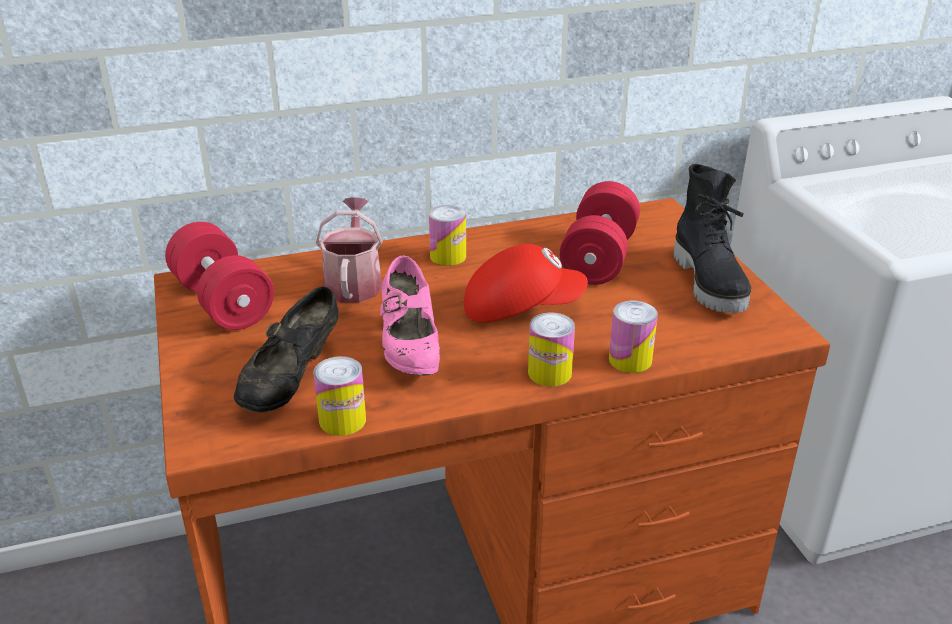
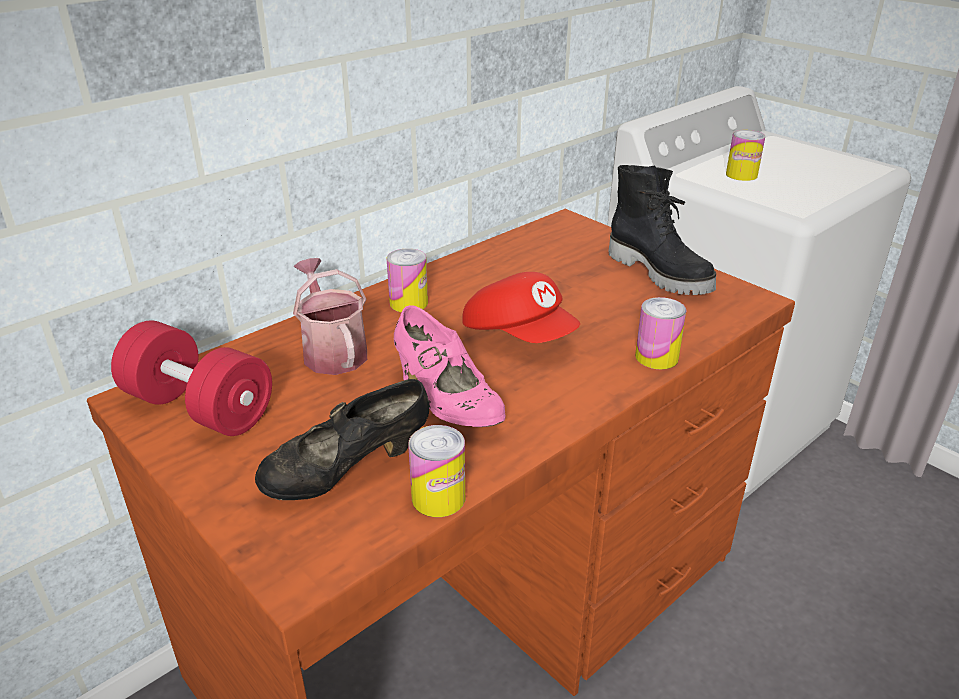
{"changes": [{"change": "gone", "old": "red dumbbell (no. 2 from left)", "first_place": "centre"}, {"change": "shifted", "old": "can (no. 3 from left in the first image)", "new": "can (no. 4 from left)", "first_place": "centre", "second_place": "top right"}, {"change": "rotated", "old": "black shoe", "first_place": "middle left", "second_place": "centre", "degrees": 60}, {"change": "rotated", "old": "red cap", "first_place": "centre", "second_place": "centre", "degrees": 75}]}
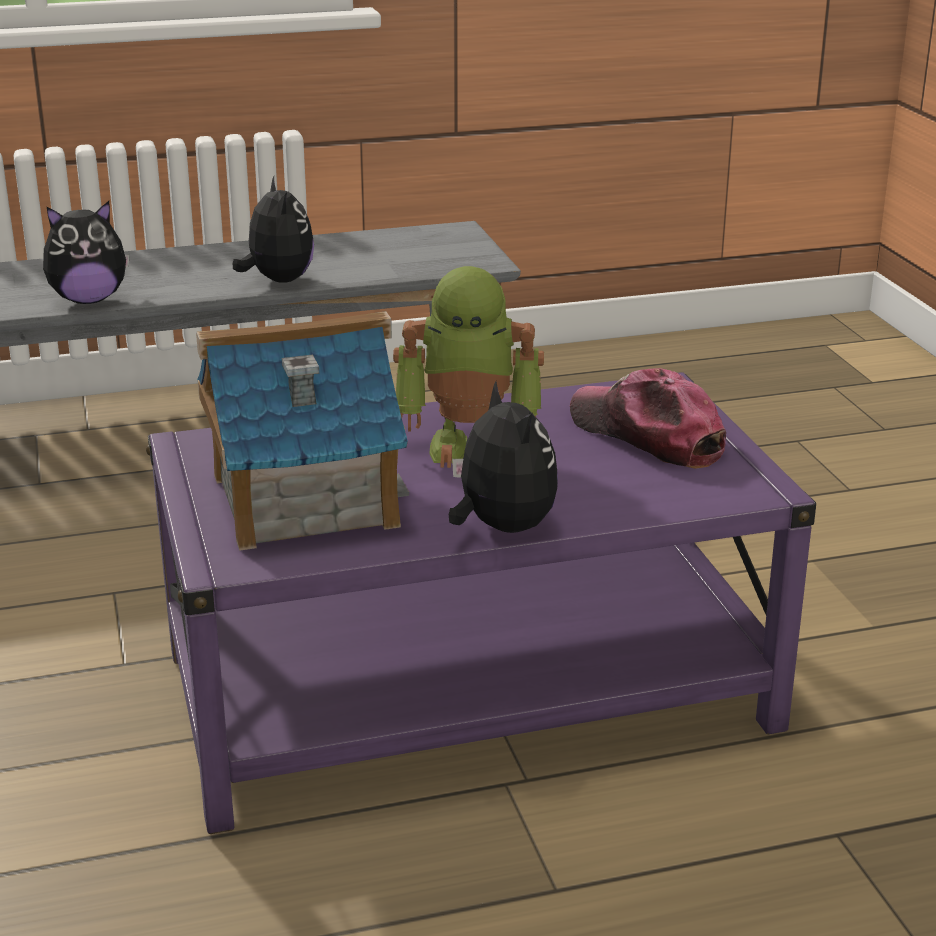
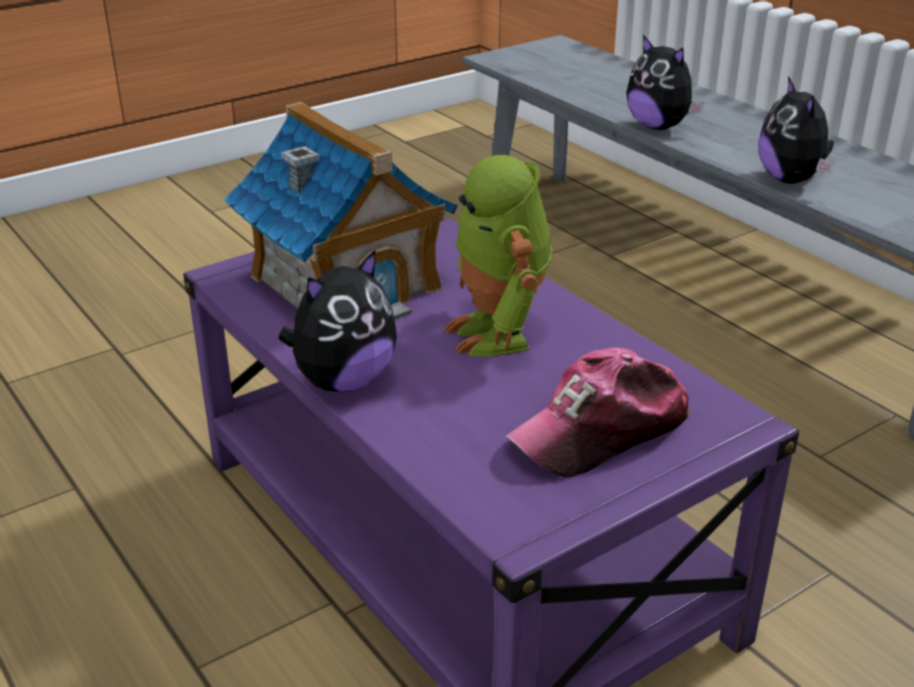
{"changes": [{"change": "rotated", "old": "plush toy (no. 2 from left in the first image)", "first_place": "top left", "second_place": "top right", "degrees": 120}, {"change": "rotated", "old": "cap", "first_place": "middle right", "second_place": "centre", "degrees": -150}]}
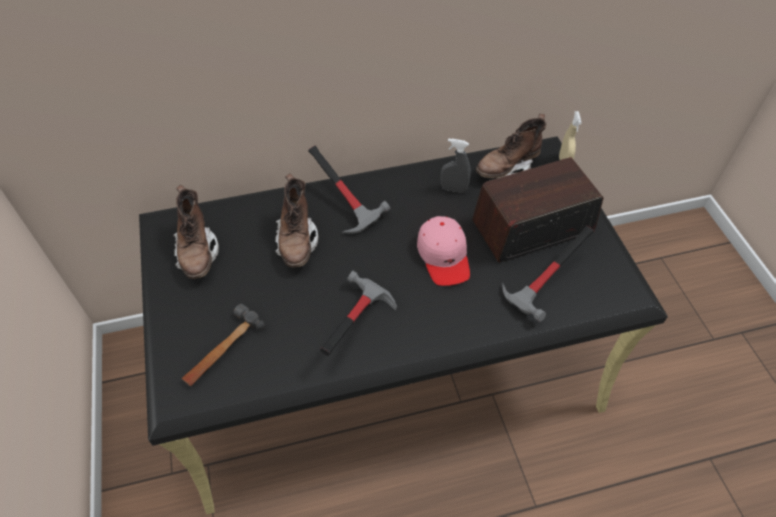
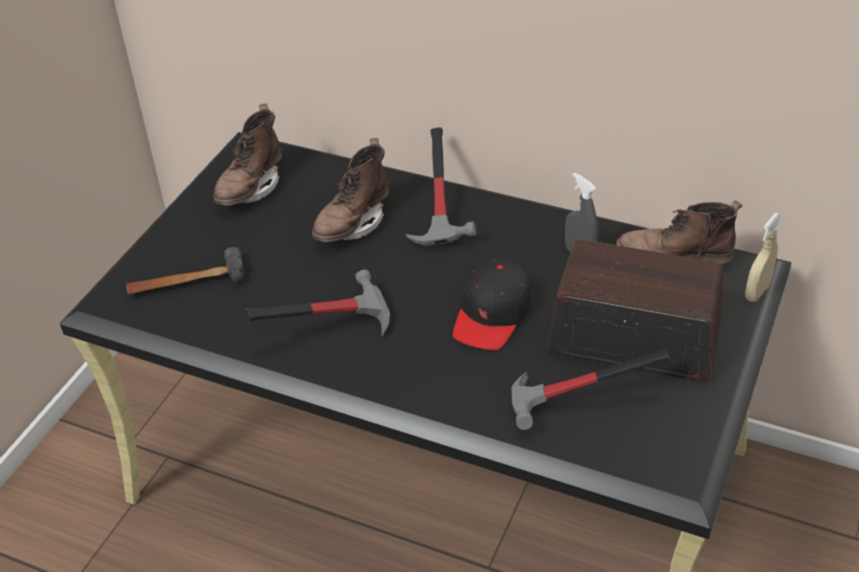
{"changes": [{"change": "repainted", "old": "pink cap", "new": "black cap", "first_place": "centre", "second_place": "centre"}]}
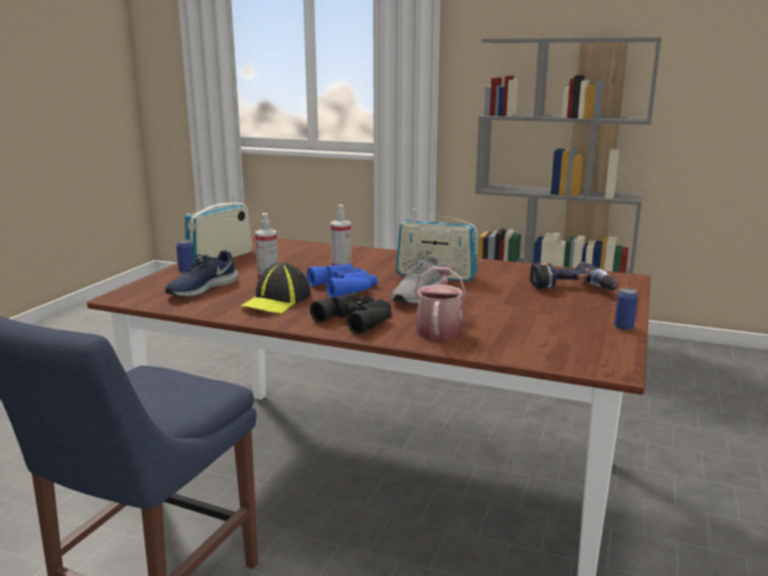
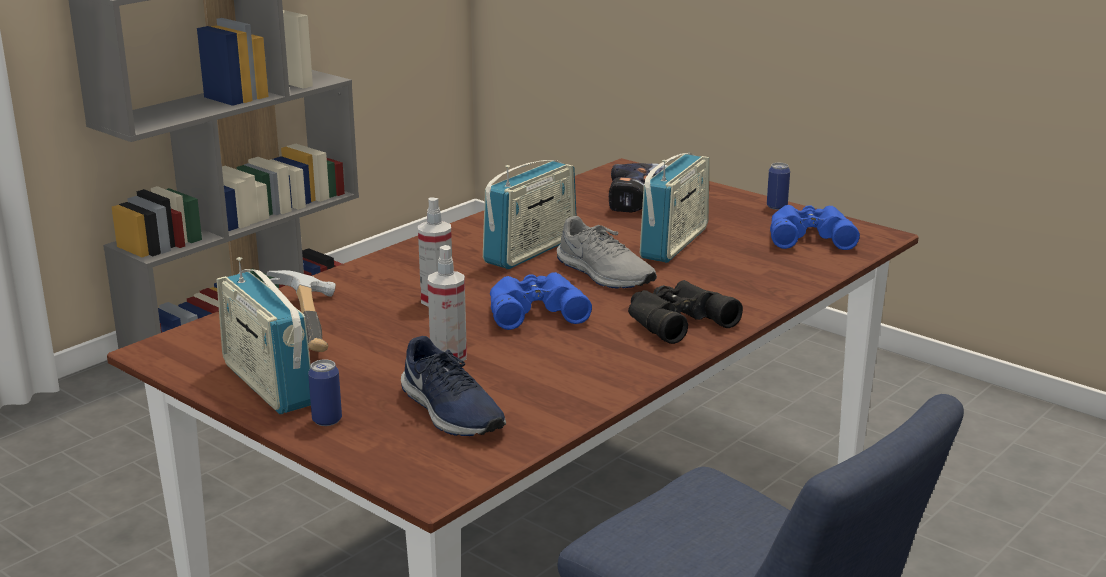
{"changes": [{"change": "gone", "old": "cap", "first_place": "centre"}, {"change": "gone", "old": "watering can", "first_place": "centre"}, {"change": "new", "new": "hammer", "second_place": "middle left"}, {"change": "new", "new": "radio (no. 3 from left)", "second_place": "centre"}, {"change": "new", "new": "blue binoculars (no. 2 from left)", "second_place": "middle right"}]}
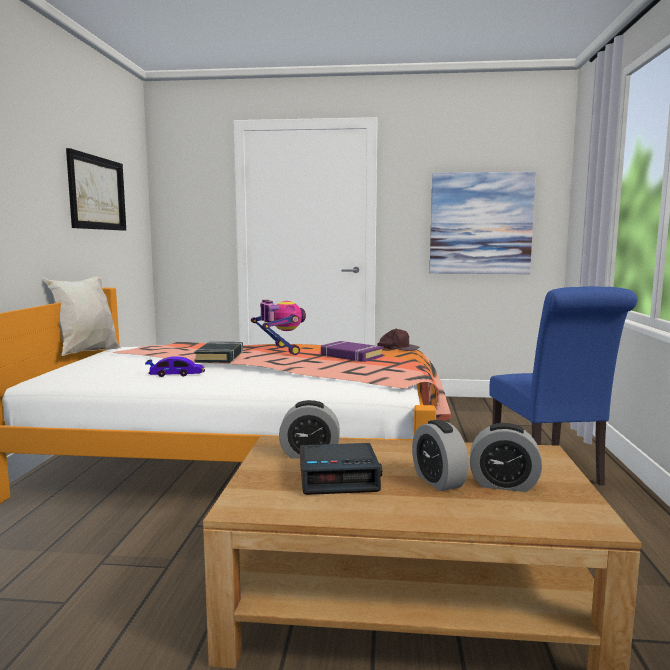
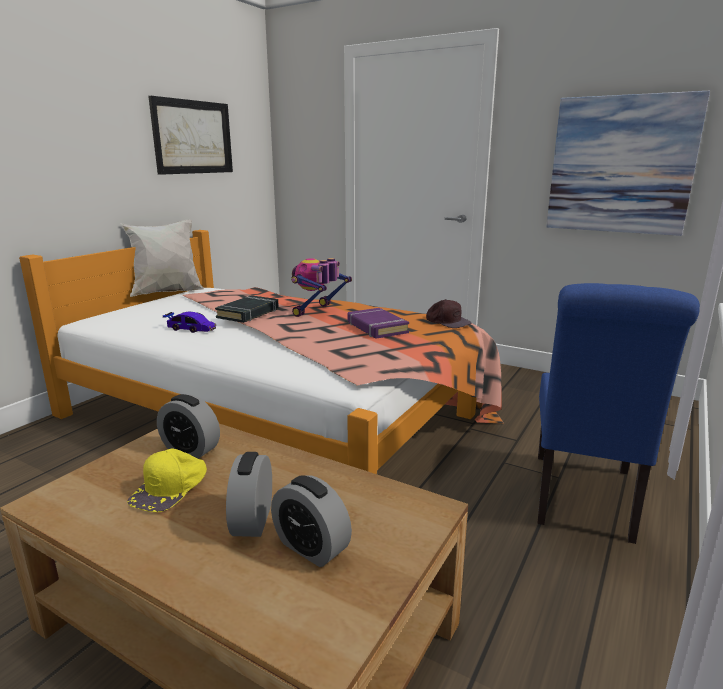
{"changes": [{"change": "swapped", "old": "alarm clock (no. 2 from left)", "new": "yellow cap", "first_place": "bottom centre", "second_place": "bottom left"}, {"change": "rotated", "old": "toy robot", "first_place": "centre", "second_place": "centre", "degrees": -150}]}
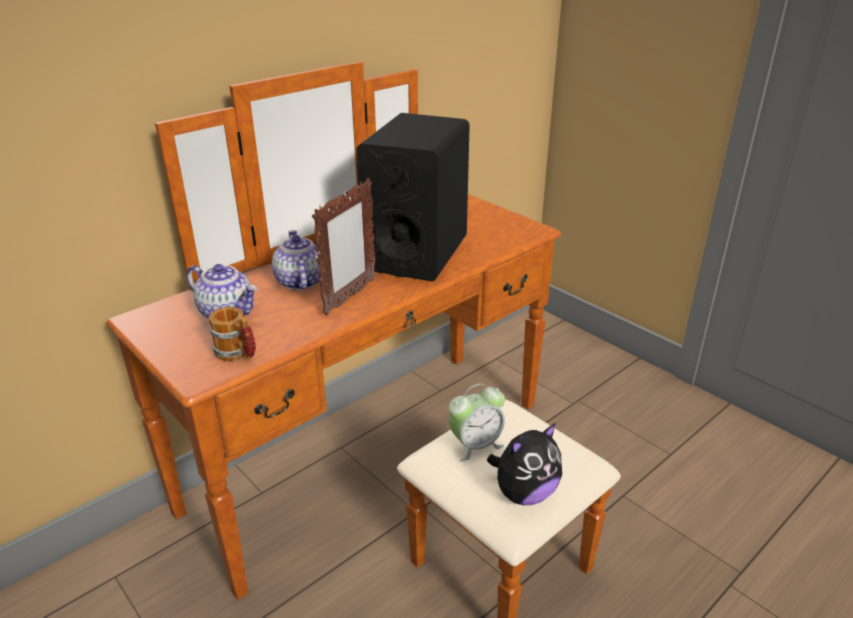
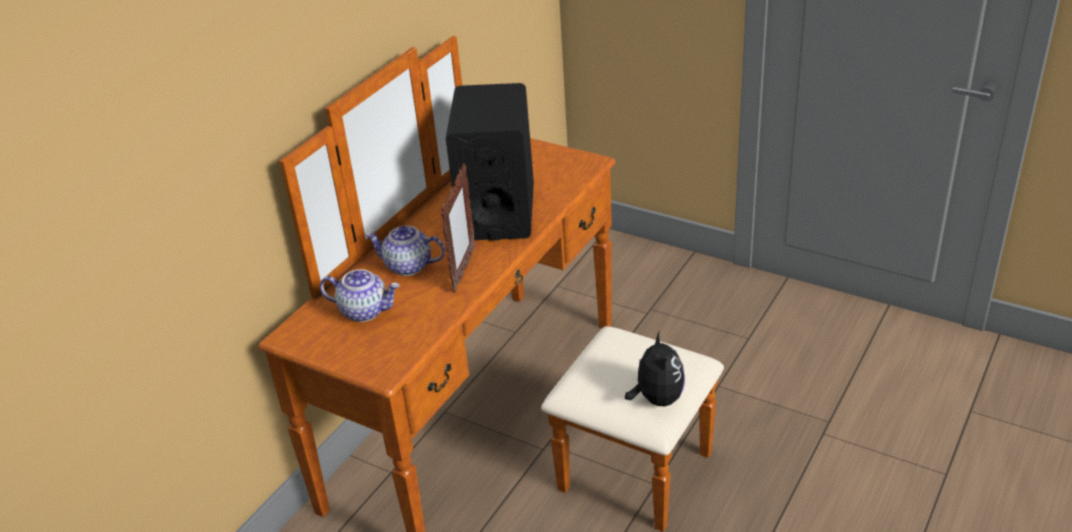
{"changes": [{"change": "gone", "old": "mug", "first_place": "middle left"}, {"change": "gone", "old": "alarm clock", "first_place": "bottom centre"}, {"change": "rotated", "old": "teapot (no. 2 from left)", "first_place": "centre", "second_place": "centre", "degrees": -45}, {"change": "rotated", "old": "plush toy", "first_place": "bottom centre", "second_place": "bottom centre", "degrees": -45}]}
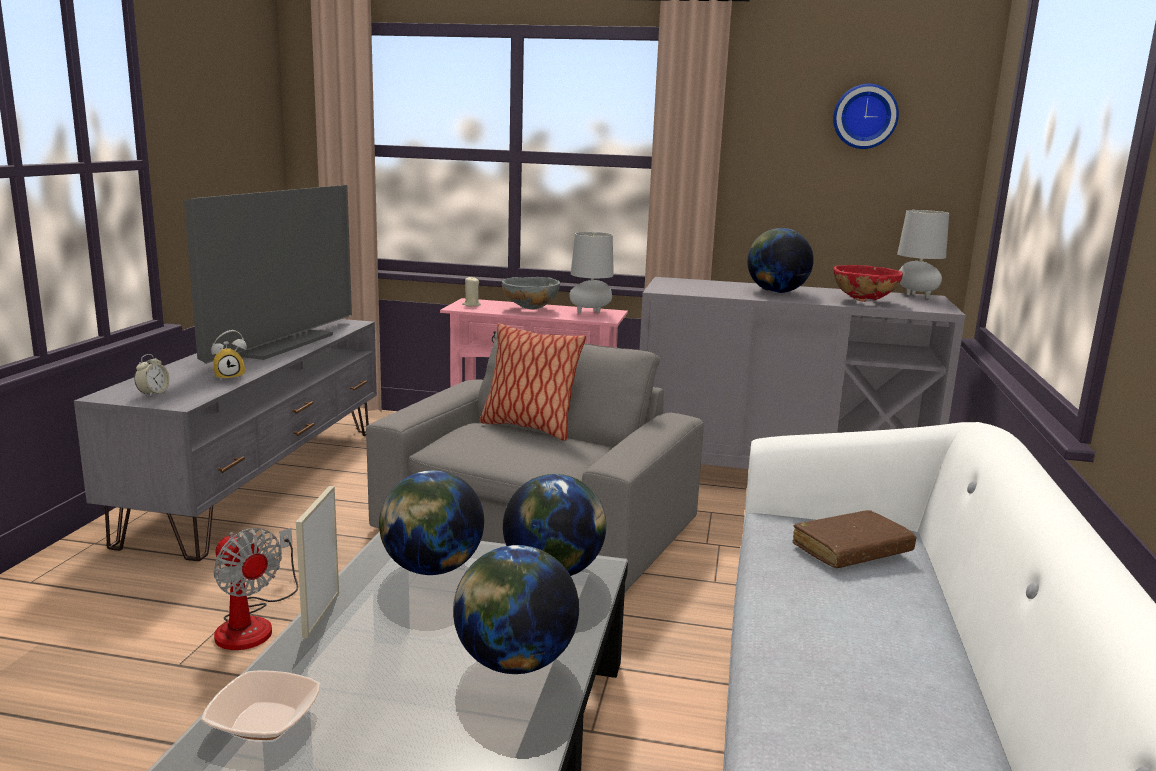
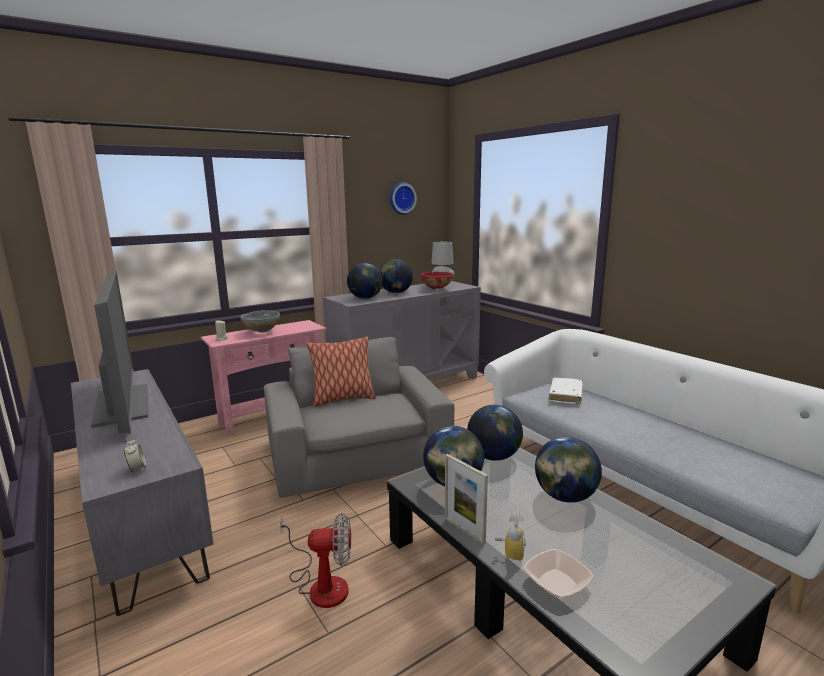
{"changes": [{"change": "gone", "old": "grey table lamp (no. 1 from left)", "first_place": "centre"}, {"change": "new", "new": "globe (no. 1 from left)", "second_place": "centre"}, {"change": "shifted", "old": "alarm clock (no. 2 from left)", "first_place": "middle left", "second_place": "bottom centre"}, {"change": "repainted", "old": "brown book", "new": "white book", "first_place": "bottom right", "second_place": "middle right"}]}
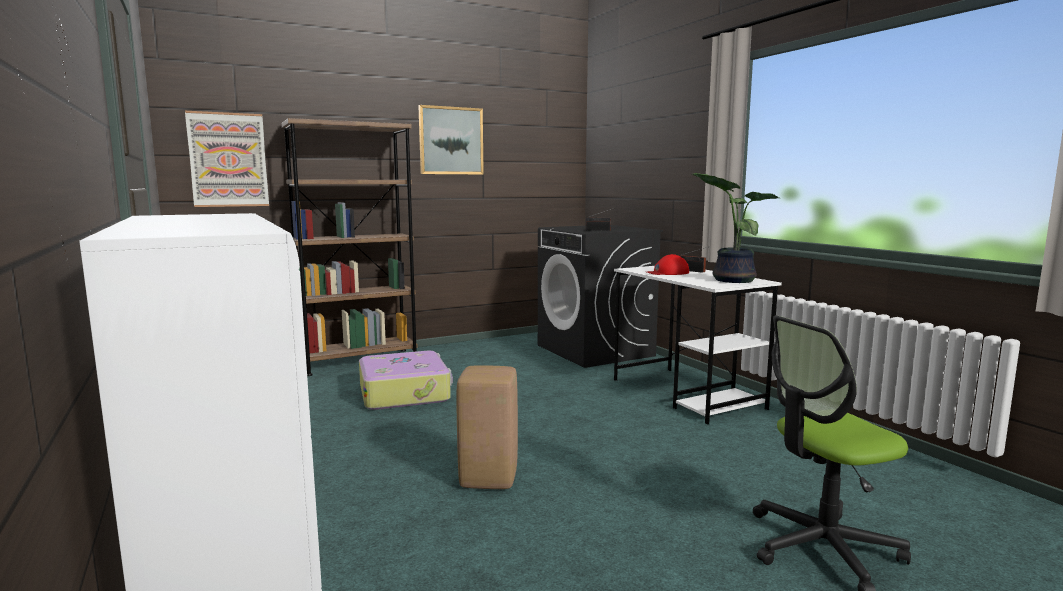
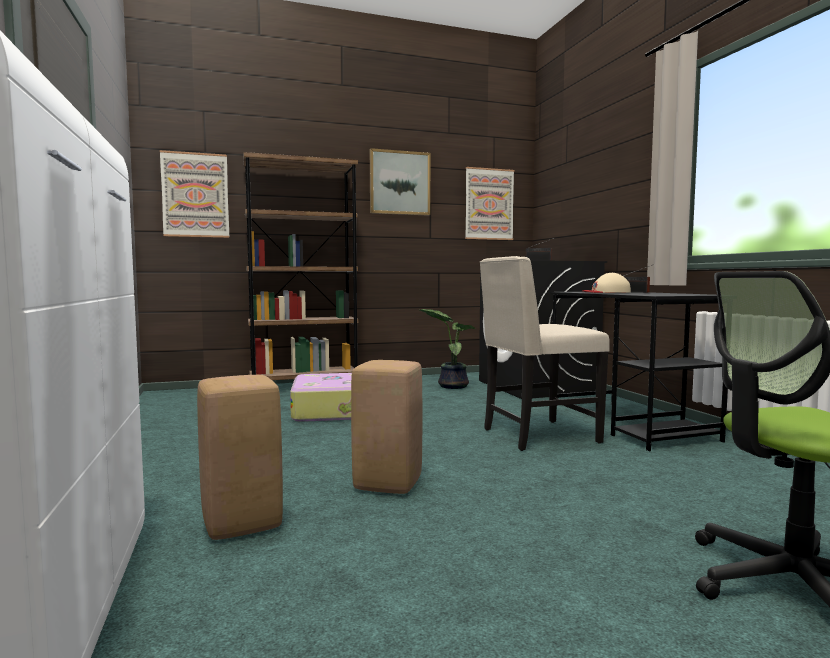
{"changes": [{"change": "new", "new": "beige stool (no. 1 from left)", "second_place": "bottom left"}, {"change": "new", "new": "picture (no. 3 from left)", "second_place": "top centre"}, {"change": "new", "new": "beige chair", "second_place": "centre"}, {"change": "shifted", "old": "potted plant", "first_place": "middle right", "second_place": "centre"}, {"change": "repainted", "old": "white desk", "new": "black desk", "first_place": "centre", "second_place": "middle right"}, {"change": "repainted", "old": "red cap", "new": "beige cap", "first_place": "centre", "second_place": "middle right"}]}
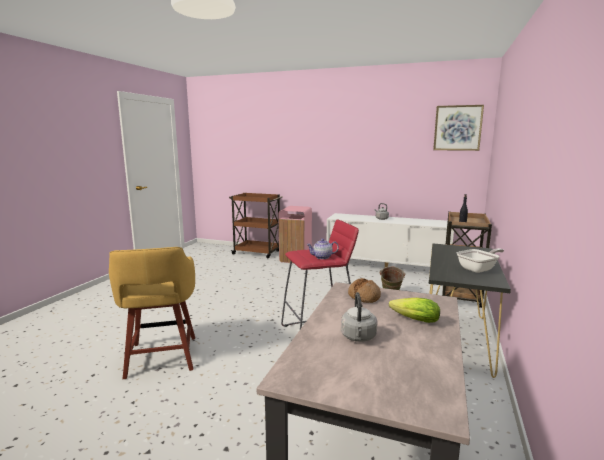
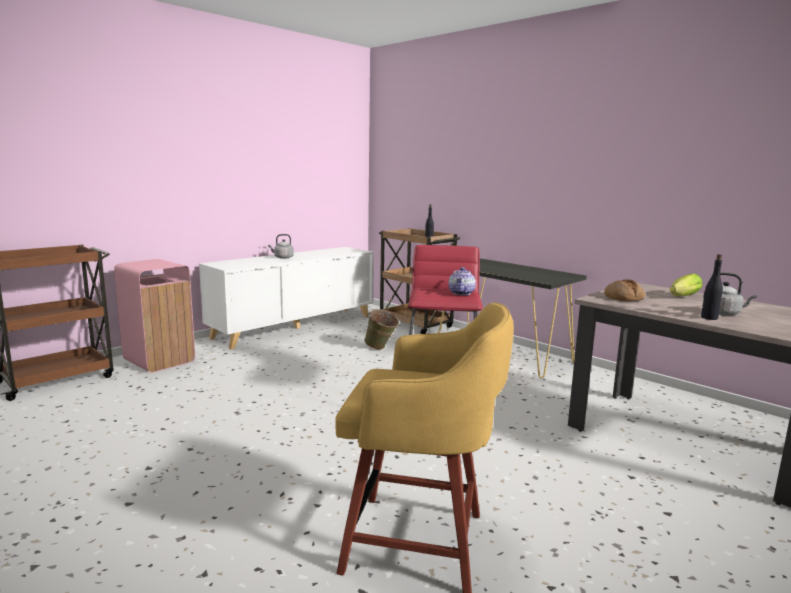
{"changes": [{"change": "gone", "old": "picture", "first_place": "top right"}, {"change": "gone", "old": "frying pan", "first_place": "middle right"}, {"change": "new", "new": "black bottle (no. 2 from left)", "second_place": "middle right"}]}
